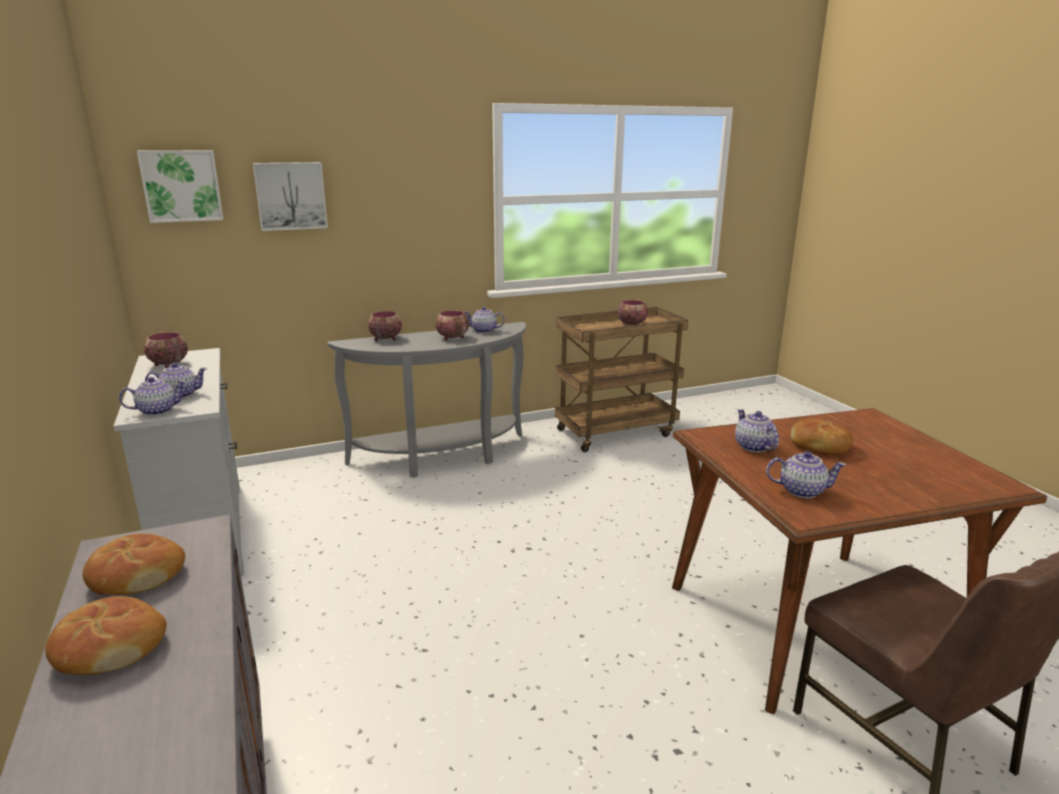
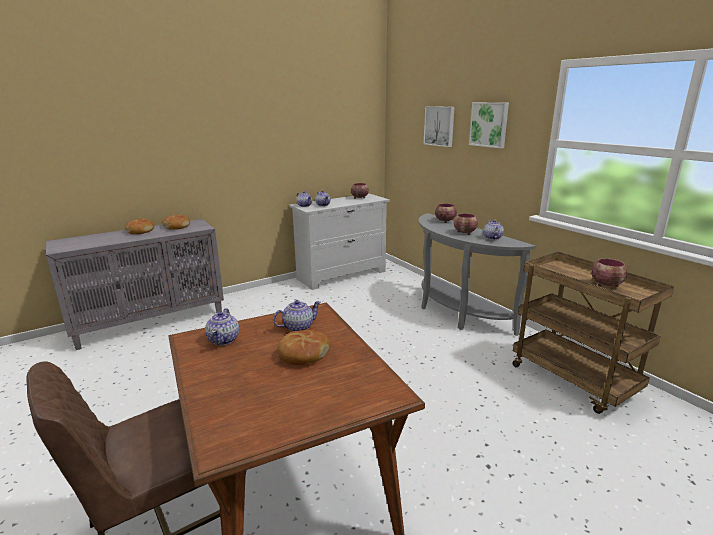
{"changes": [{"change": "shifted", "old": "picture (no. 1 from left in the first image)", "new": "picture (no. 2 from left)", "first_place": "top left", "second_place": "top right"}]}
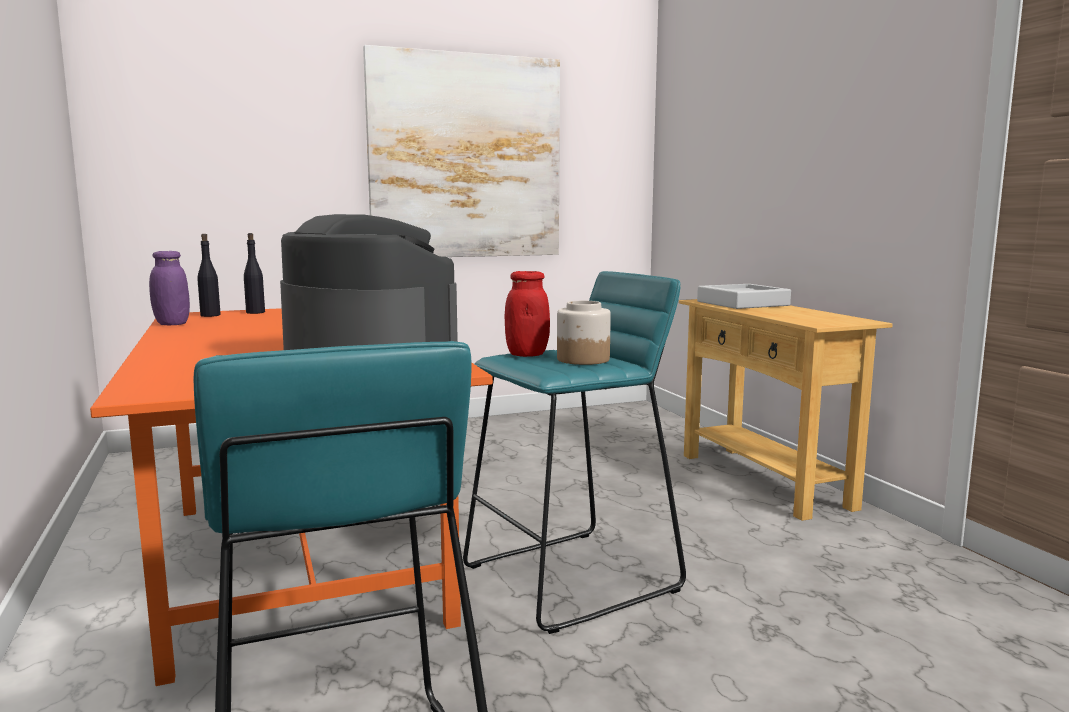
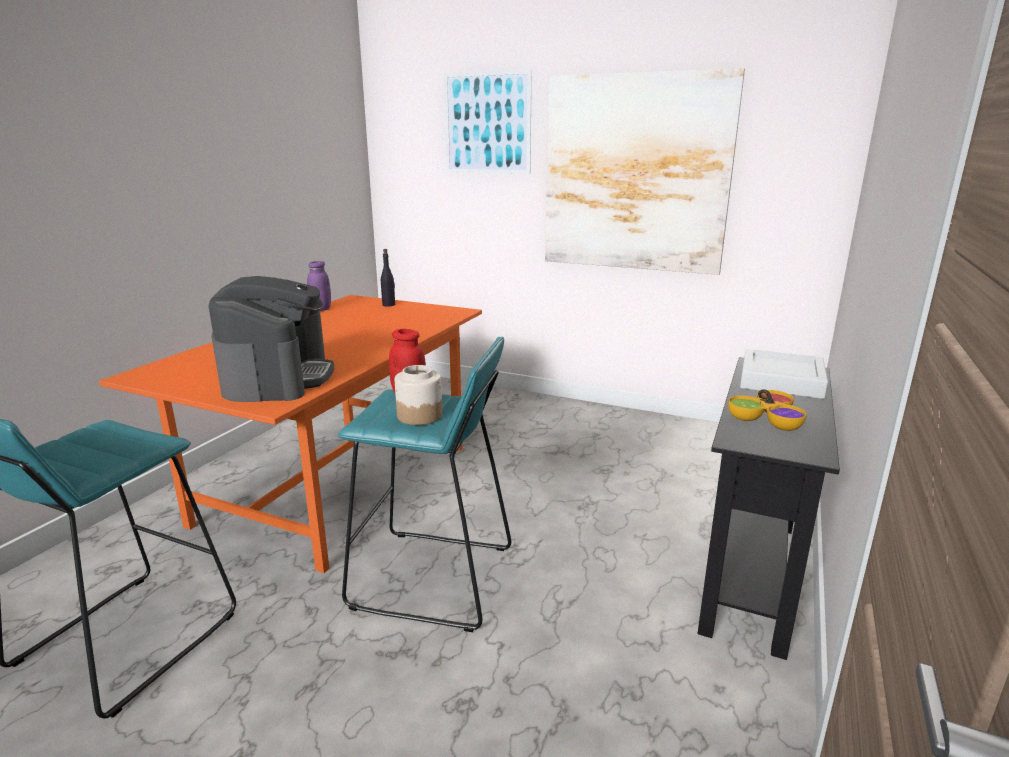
{"changes": [{"change": "gone", "old": "black bottle (no. 1 from left)", "first_place": "middle left"}, {"change": "new", "new": "picture (no. 1 from left)", "second_place": "top centre"}, {"change": "new", "new": "bowl", "second_place": "middle right"}, {"change": "repainted", "old": "beige console table", "new": "black console table", "first_place": "middle right", "second_place": "bottom right"}]}
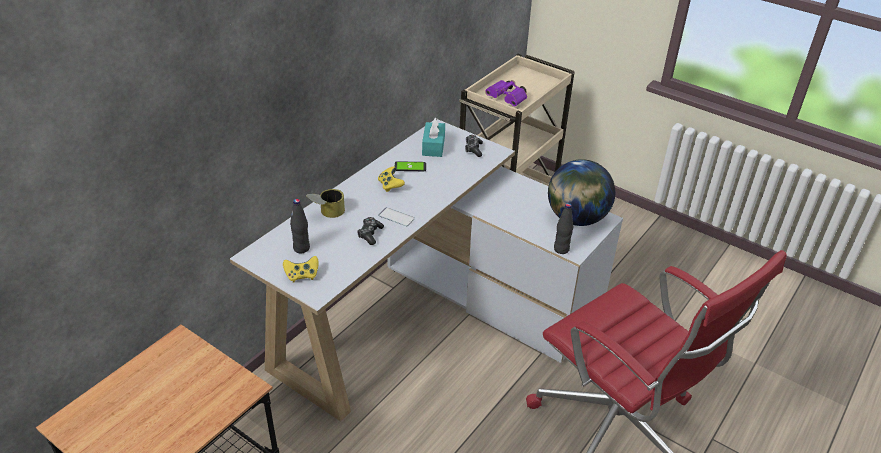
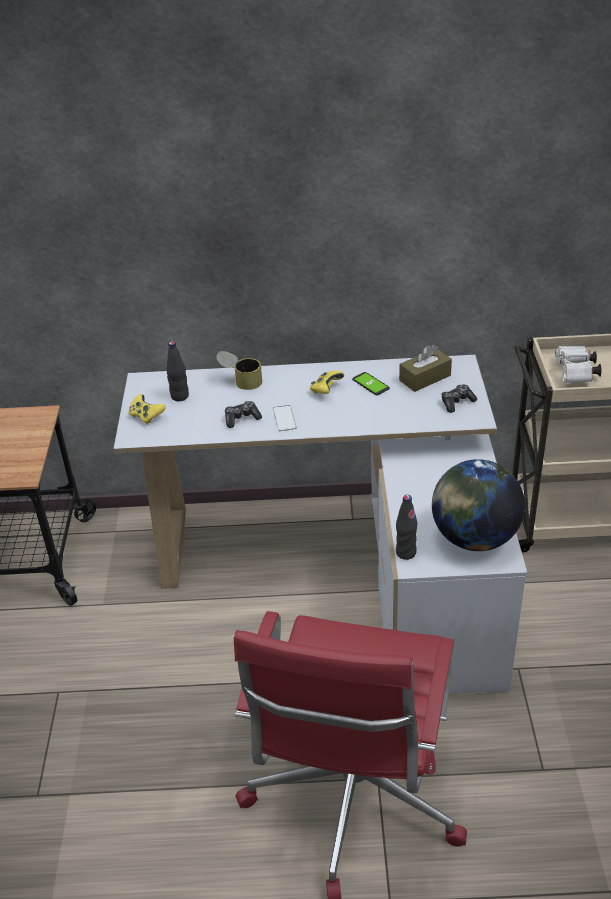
{"changes": [{"change": "repainted", "old": "turquoise tissue box", "new": "brown tissue box", "first_place": "top centre", "second_place": "middle right"}, {"change": "repainted", "old": "purple binoculars", "new": "white binoculars", "first_place": "top centre", "second_place": "middle right"}]}
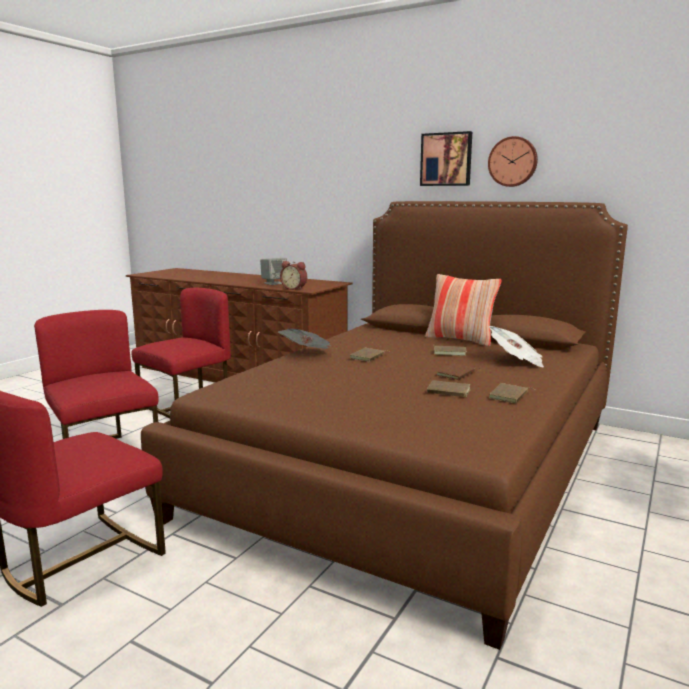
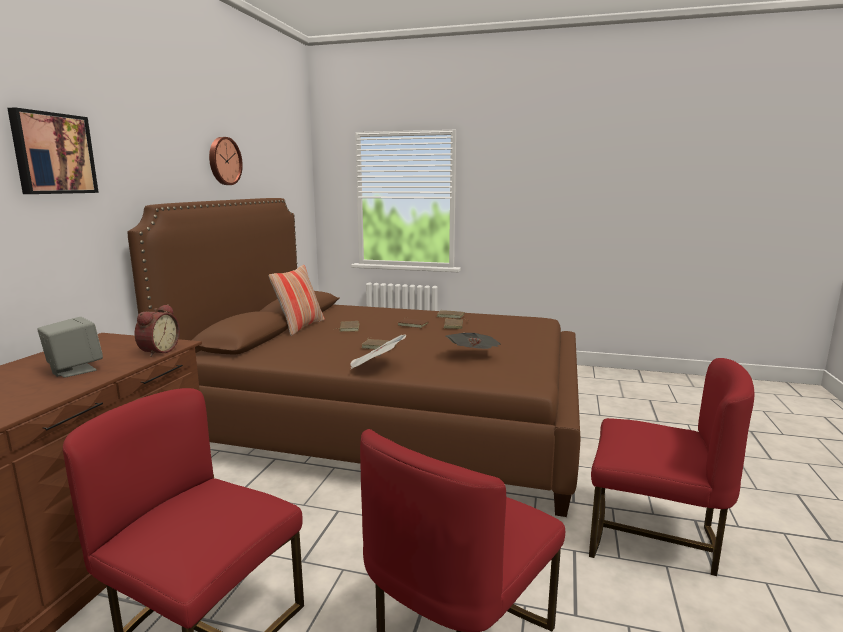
{"changes": [{"change": "shifted", "old": "picture", "first_place": "top centre", "second_place": "top left"}, {"change": "shifted", "old": "newspaper (no. 2 from left)", "first_place": "middle right", "second_place": "centre"}]}
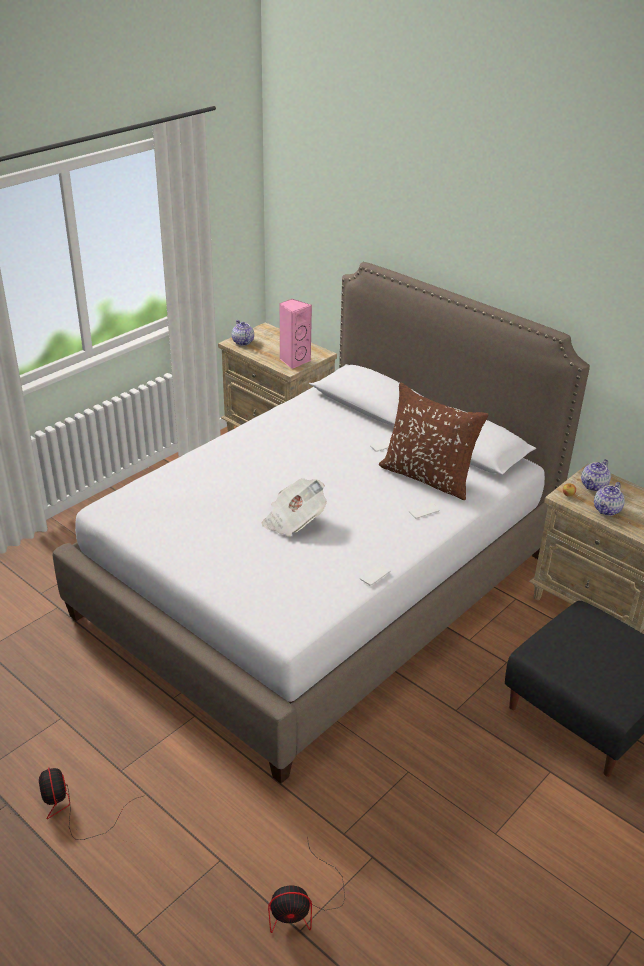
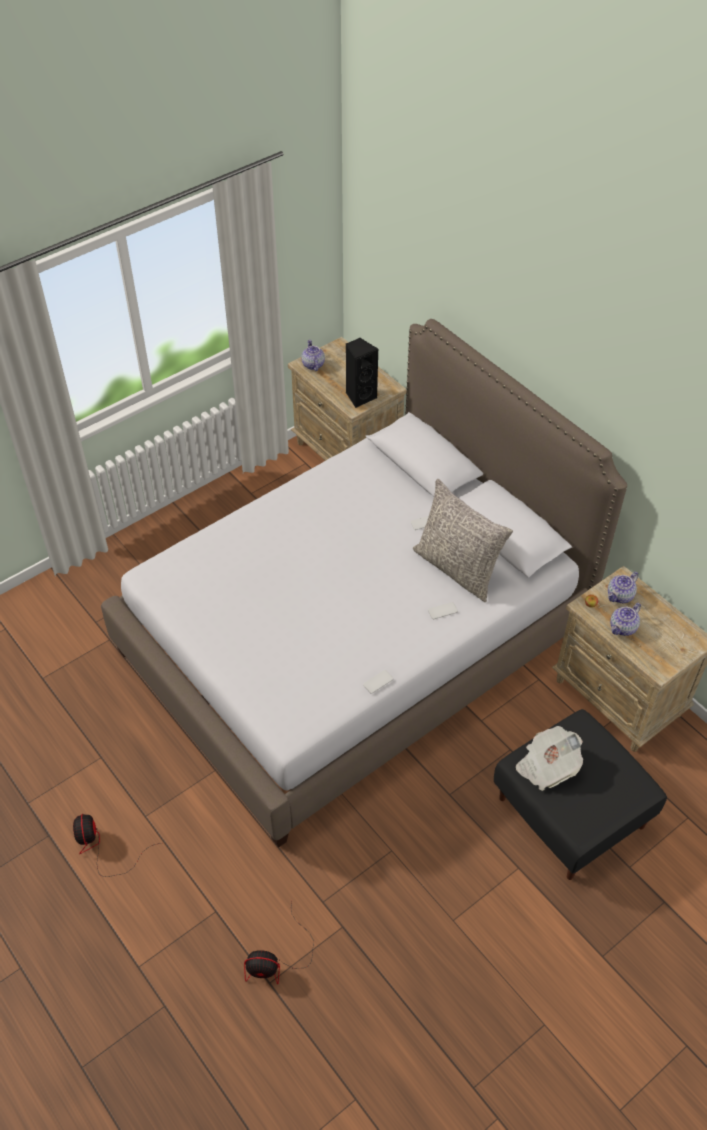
{"changes": [{"change": "shifted", "old": "newspaper", "first_place": "centre", "second_place": "bottom right"}, {"change": "repainted", "old": "pink speaker", "new": "black speaker", "first_place": "centre", "second_place": "top centre"}, {"change": "repainted", "old": "brown pillow", "new": "grey pillow", "first_place": "middle right", "second_place": "centre"}]}
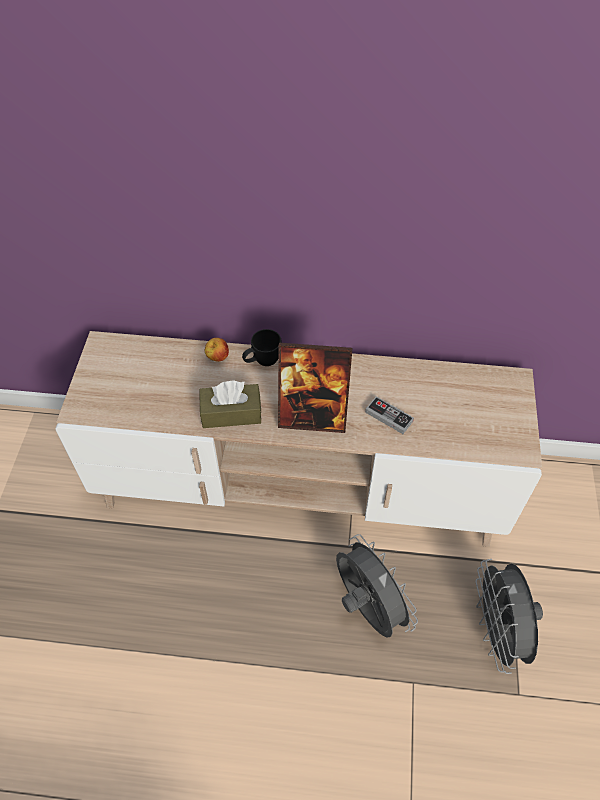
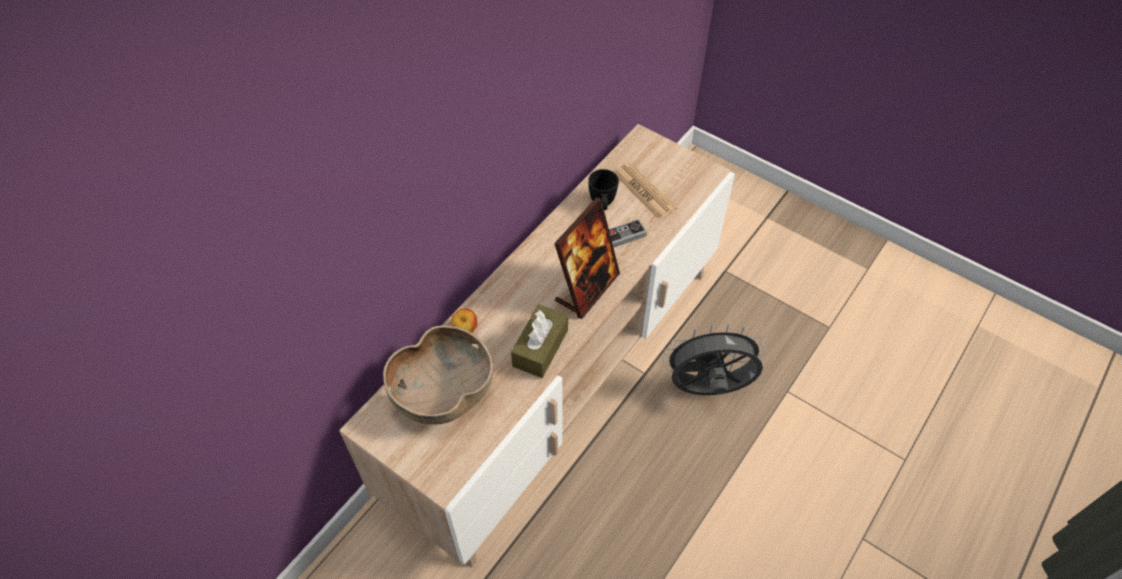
{"changes": [{"change": "gone", "old": "grey fan (no. 2 from left)", "first_place": "bottom right"}, {"change": "new", "new": "brown bowl", "second_place": "centre"}, {"change": "new", "new": "newspaper", "second_place": "top centre"}, {"change": "shifted", "old": "black mug", "first_place": "centre", "second_place": "top centre"}]}
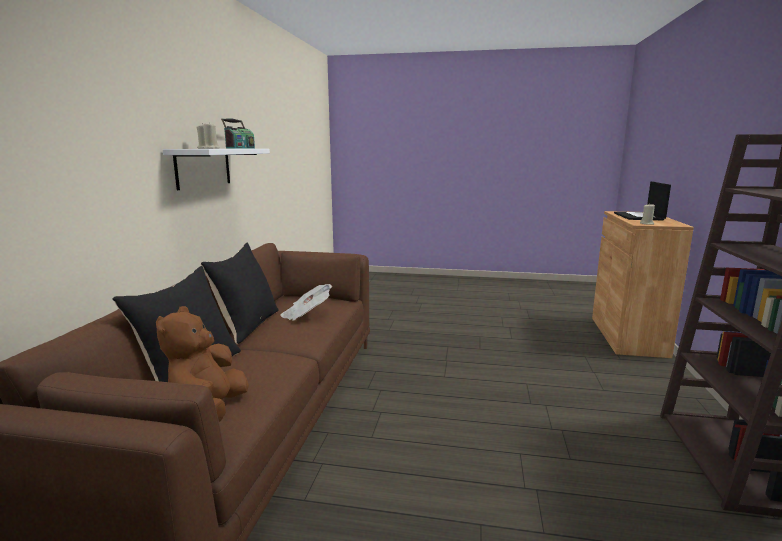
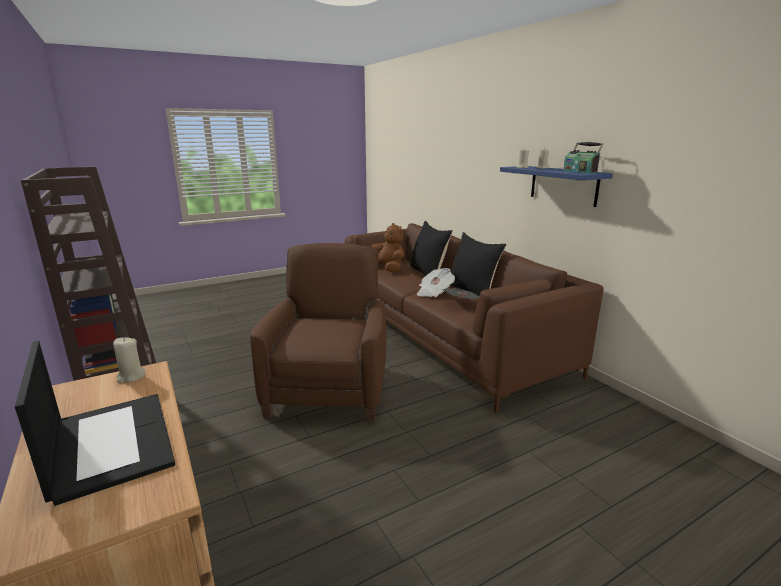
{"changes": [{"change": "new", "new": "brown armchair", "second_place": "centre"}, {"change": "new", "new": "newspaper (no. 1 from left)", "second_place": "centre"}, {"change": "repainted", "old": "white shelf", "new": "blue shelf", "first_place": "top left", "second_place": "top right"}]}
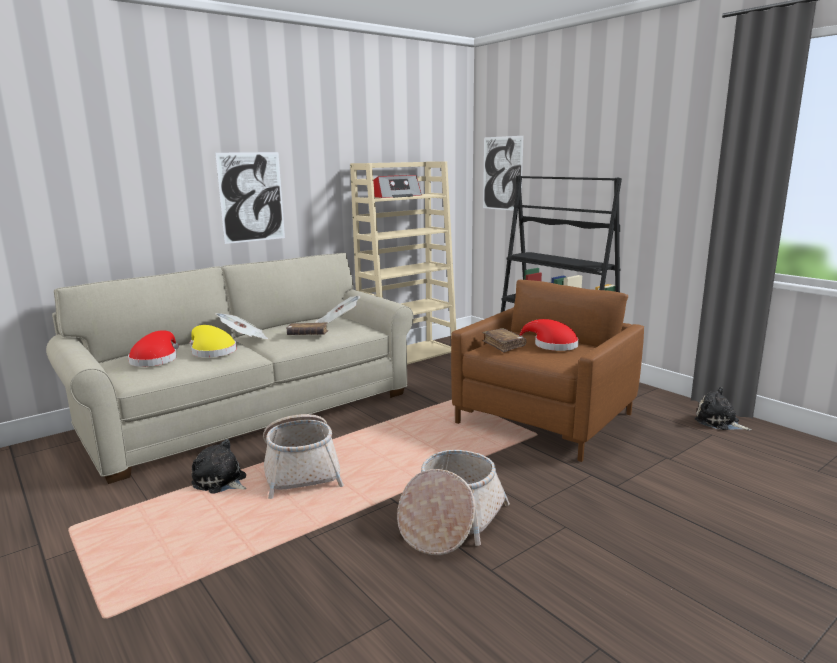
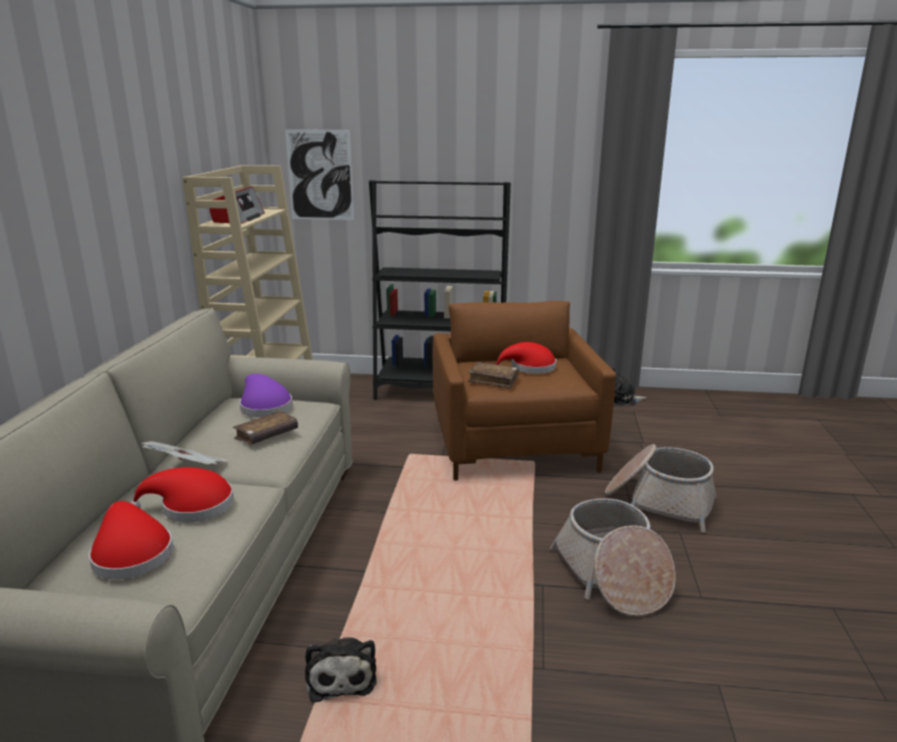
{"changes": [{"change": "gone", "old": "picture (no. 1 from left)", "first_place": "top left"}, {"change": "shifted", "old": "basket (no. 1 from left in the first image)", "new": "basket (no. 2 from left)", "first_place": "bottom centre", "second_place": "middle right"}, {"change": "swapped", "old": "newspaper (no. 2 from left)", "new": "purple hat", "first_place": "centre", "second_place": "middle left"}, {"change": "repainted", "old": "yellow hat", "new": "red hat (no. 2 from left)", "first_place": "middle left", "second_place": "middle left"}, {"change": "rotated", "old": "plush toy (no. 1 from left)", "first_place": "bottom left", "second_place": "bottom centre", "degrees": -90}]}
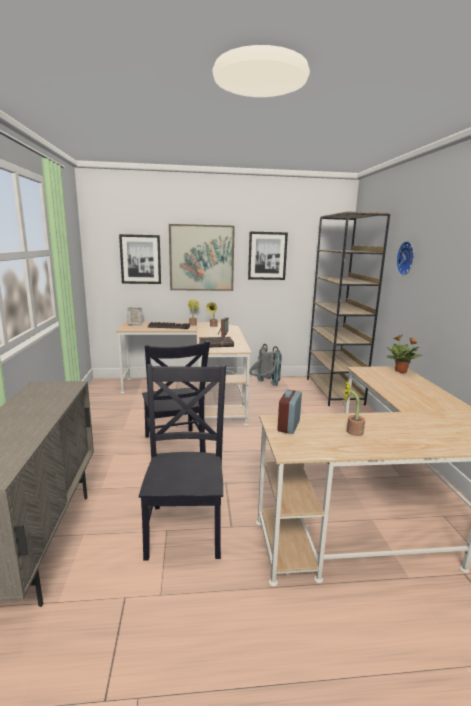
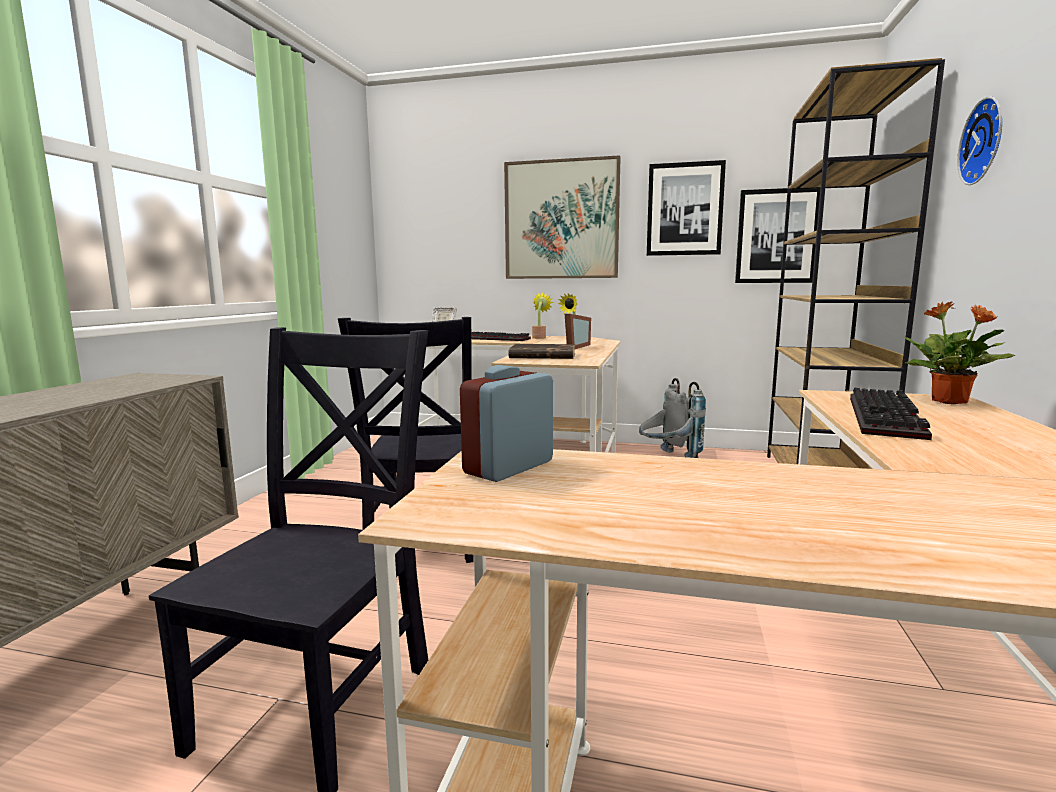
{"changes": [{"change": "gone", "old": "potted plant (no. 3 from left)", "first_place": "middle right"}, {"change": "new", "new": "keyboard (no. 2 from left)", "second_place": "middle right"}, {"change": "shifted", "old": "picture (no. 1 from left in the first image)", "new": "picture (no. 3 from left)", "first_place": "middle left", "second_place": "top right"}]}
